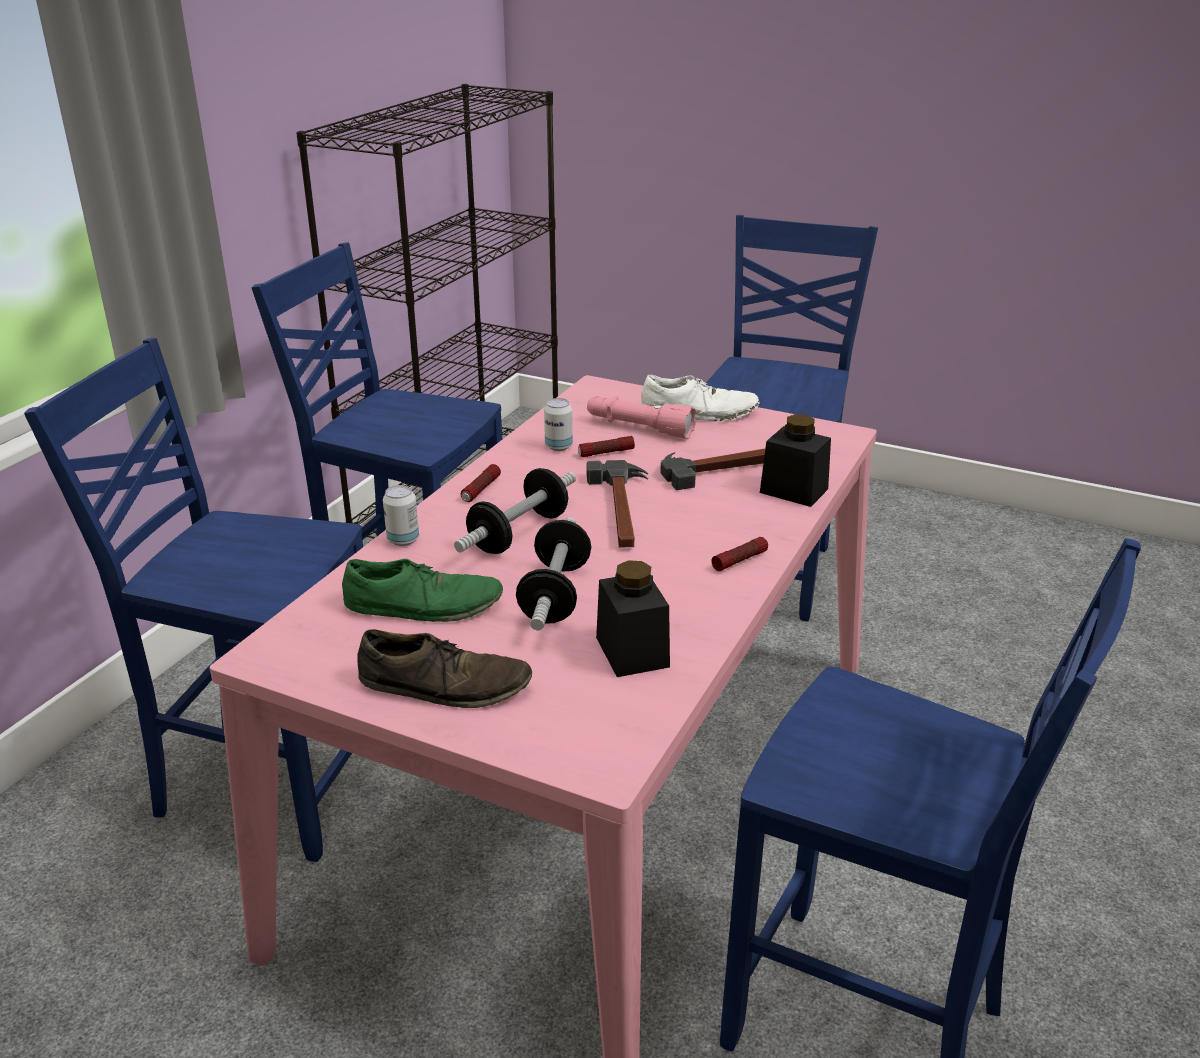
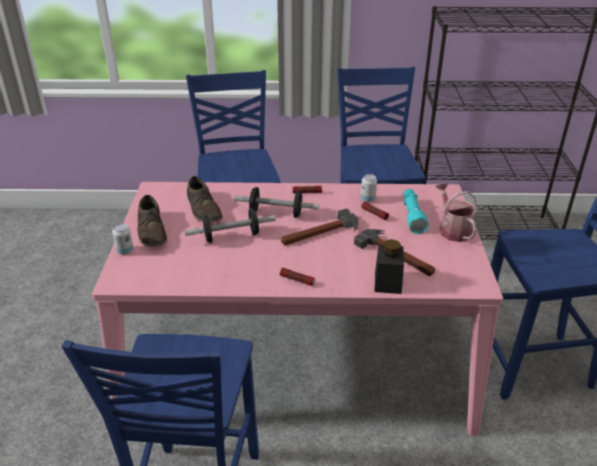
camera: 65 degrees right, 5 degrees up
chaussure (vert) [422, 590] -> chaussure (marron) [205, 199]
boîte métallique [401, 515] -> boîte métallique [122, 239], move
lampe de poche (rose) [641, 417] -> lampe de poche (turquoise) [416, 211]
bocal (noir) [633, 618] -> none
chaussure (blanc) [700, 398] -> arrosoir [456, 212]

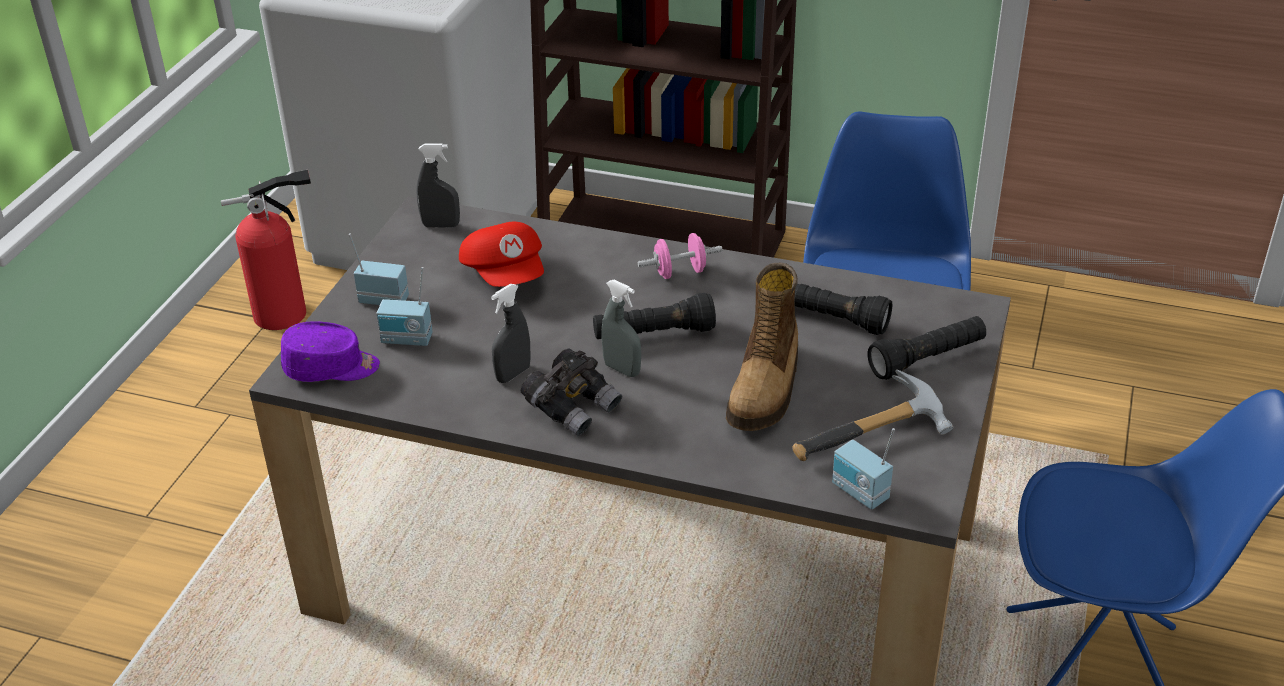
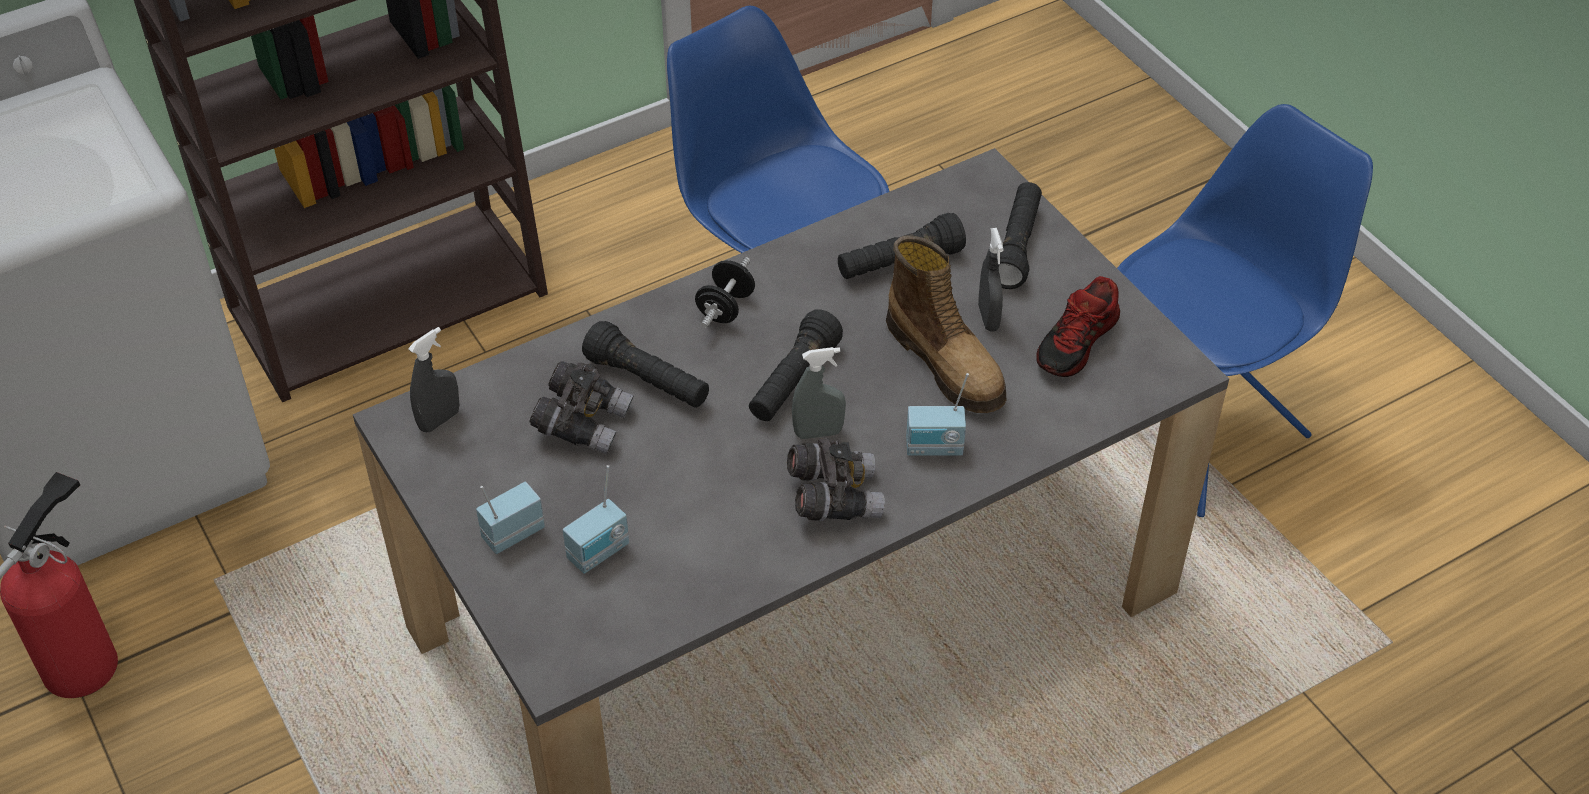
camera: 50 degrees left, 10 degrees up
casquette (violet) [330, 351] -> none
casquette (rouge) [501, 254] -> jumelles (gris) [581, 407]
vaporisateur (gris) [511, 333] -> vaporisateur (gris) [991, 279], move
haltère (rose) [680, 256] -> haltère (noir) [725, 292]
marteau [872, 415] -> chaussure [1078, 326]
radio [863, 469] -> radio [937, 414], move
none -> lampe de poche (noir) [645, 364]

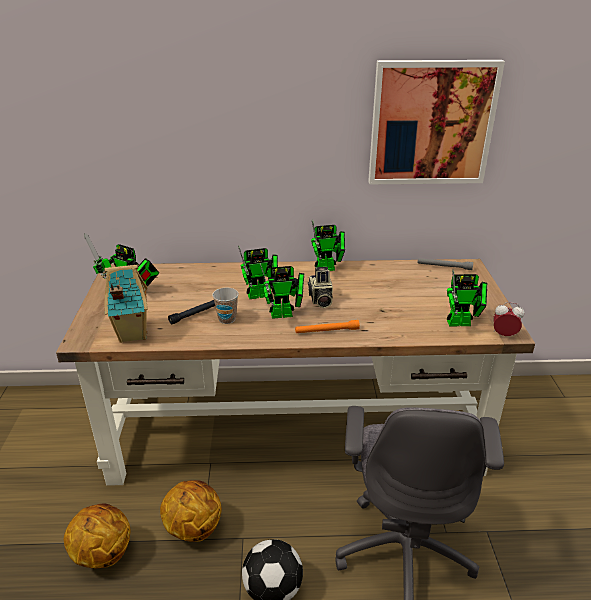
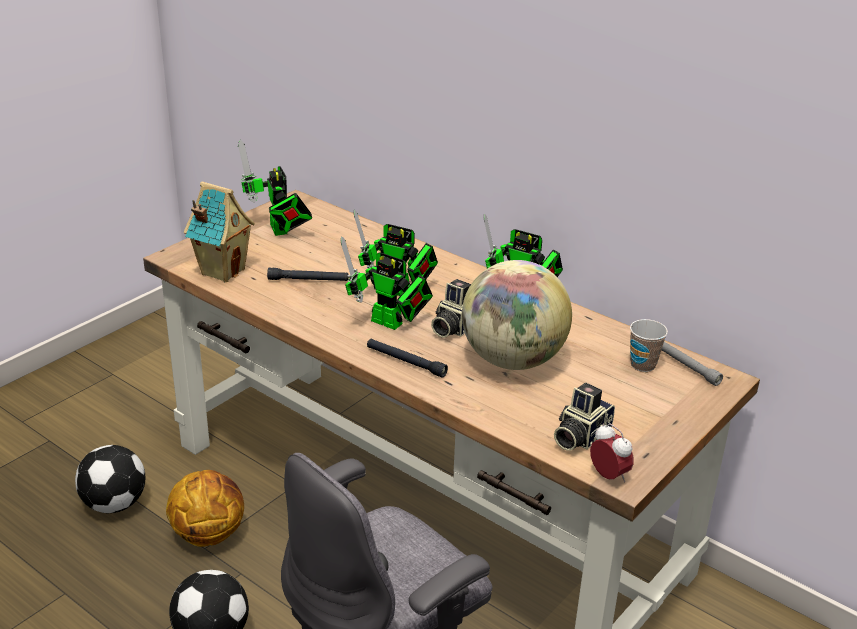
camera: 40 degrees right, 0 degrees up
ballon de basket [97, 536] -> ballon de foot [110, 479]
tasse [225, 305] -> tasse [649, 345], move
lampe de poche (orange) [327, 326] -> lampe de poche (noir) [407, 358]
tableau [436, 122] -> none
robot jouet [467, 297] -> appareil photo [584, 417]
none -> globe [517, 315]

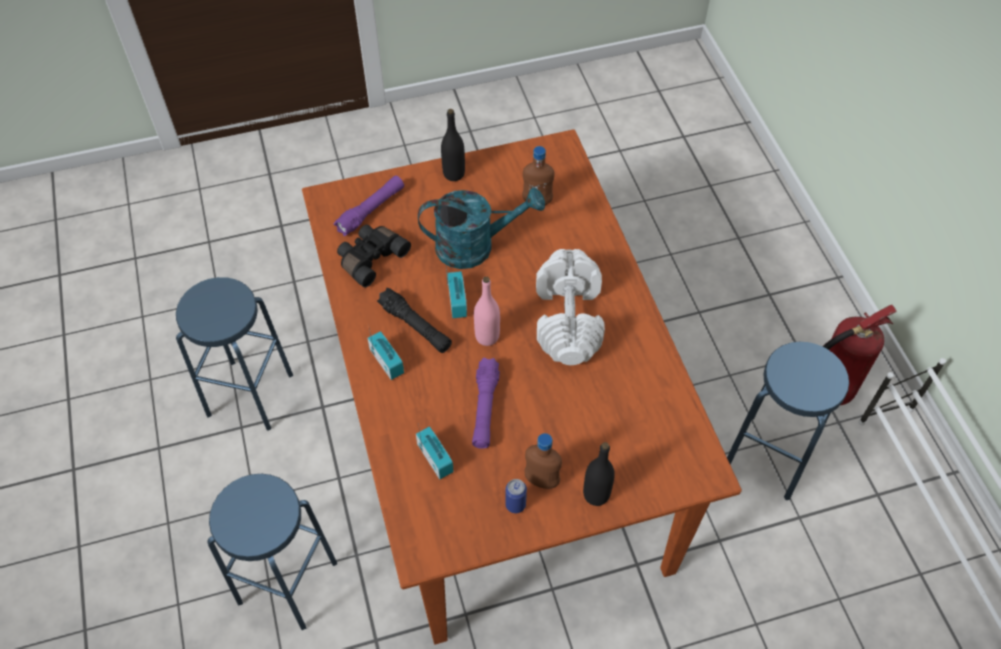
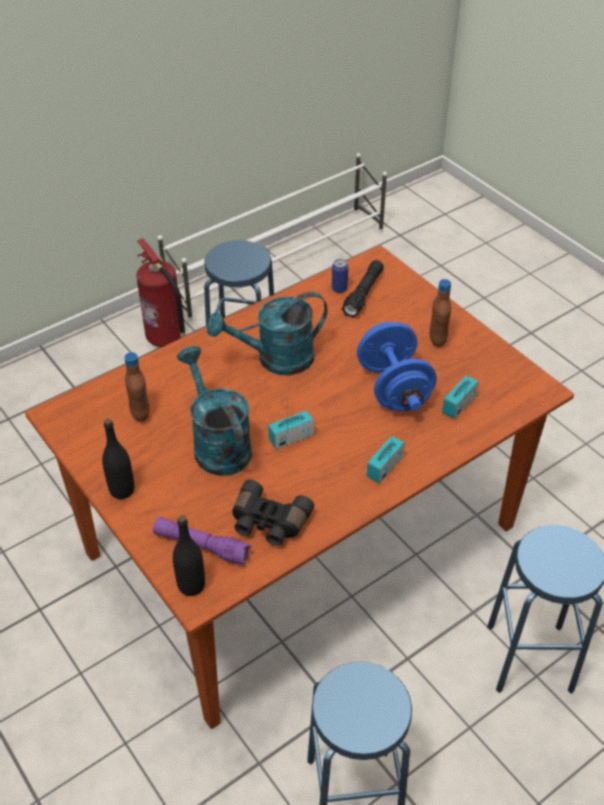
camera: 110 degrees left, 10 degrees down
lampe de poche (noir) [414, 320] -> lampe de poche (noir) [362, 289], move
lampe de poche (violet) [486, 403] -> haltère (bleu) [397, 366]
bouteille (rose) [487, 311] -> none
boîte métallique [516, 496] -> boîte métallique [340, 276], move
haltère (blanc) [570, 307] -> arrosoir (turquoise) [267, 333]
bouteille (noir) [599, 474] -> bouteille (noir) [189, 555], move

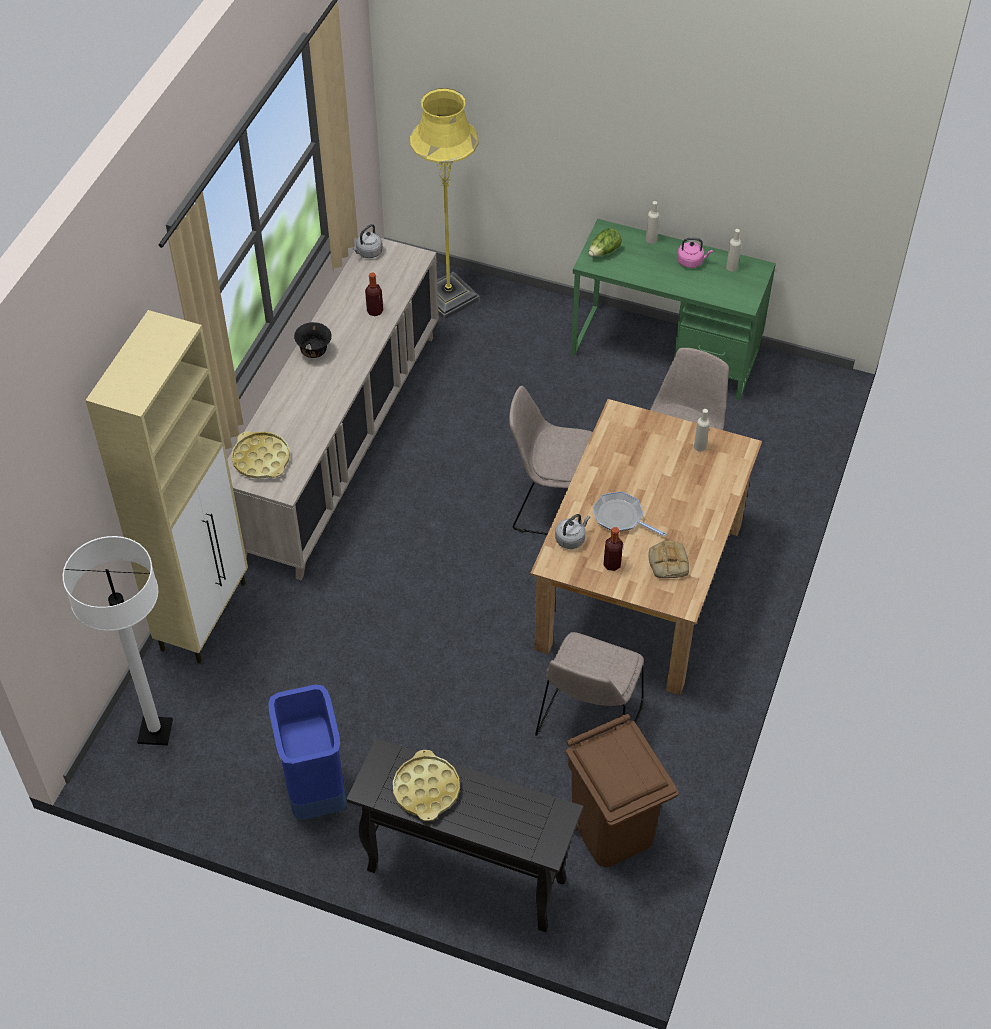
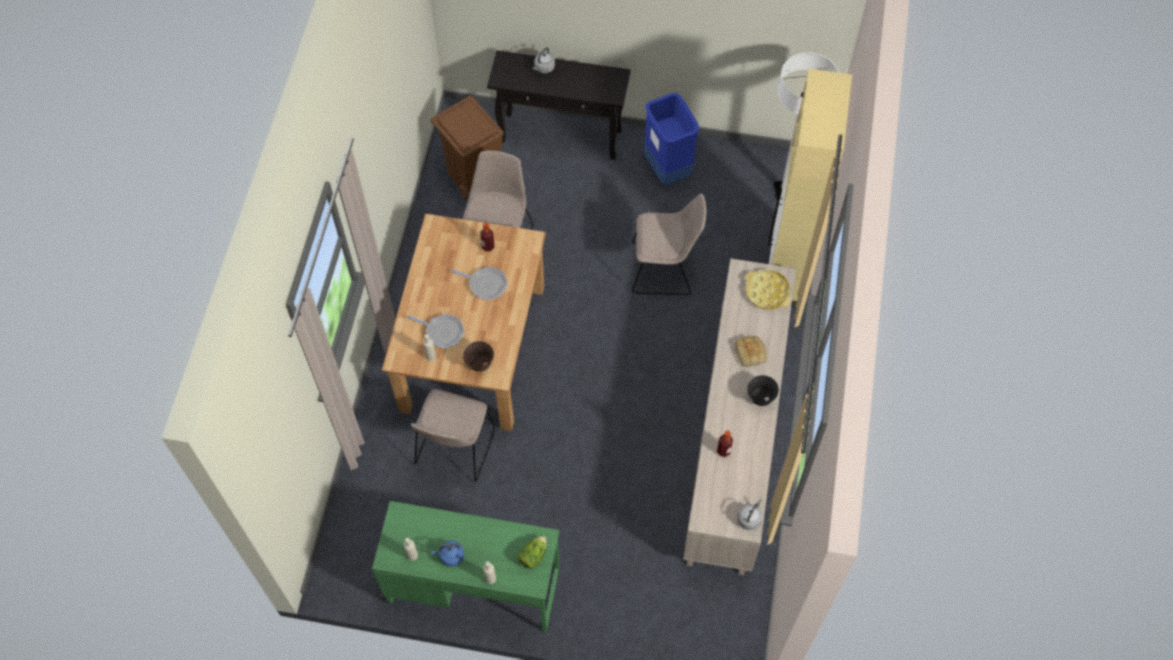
camera: 170 degrees right, 10 degrees up
plateau (jaune) [426, 785] -> none
lampadaire (jaune) [445, 204] -> none
chaise (beige) [551, 460] -> chaise (beige) [669, 244], move
bouilloire (gris) [572, 531] -> bouilloire (gris) [544, 60], move
pain [668, 559] -> pain [750, 351], move
bouilloire (rose) [695, 253] -> bouilloire (bleu) [447, 554]
none -> poêle [436, 331]
none -> bol (marron) [478, 356]

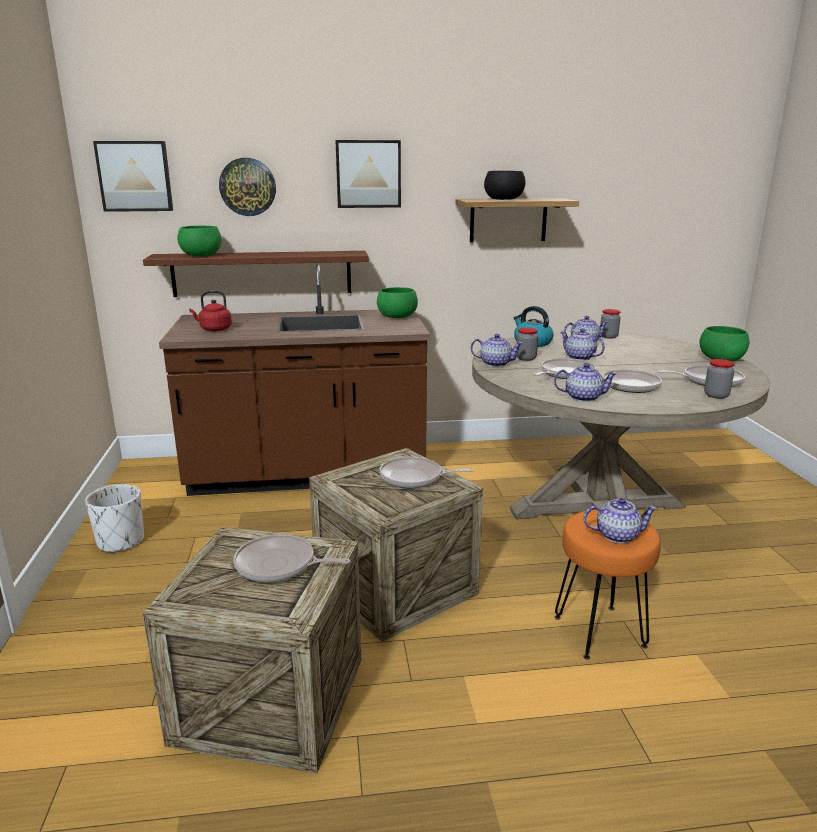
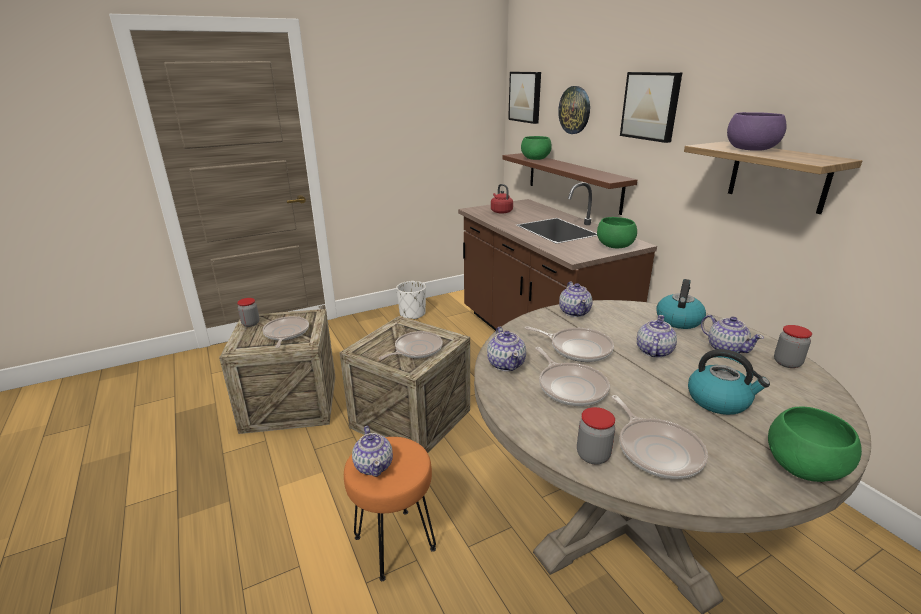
camera: 70 degrees right, 5 degrees up
poêle [427, 472] -> poêle [411, 345], 60 degrees clockwise
bol (noir) [504, 185] -> bol (violet) [756, 131]
bocal [527, 344] -> bocal [248, 312], move
none -> bouilloire [729, 382]

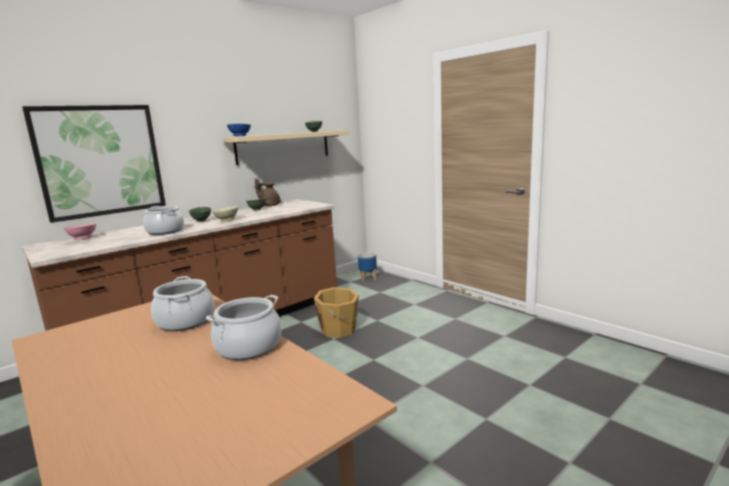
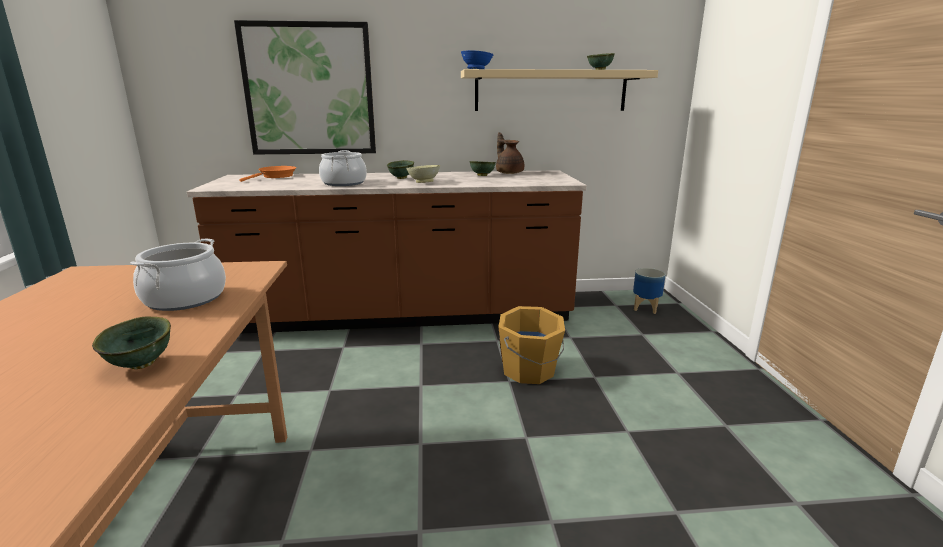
camera: 35 degrees right, 5 degrees up
bol (rose) [80, 232] -> poêle (orange) [267, 174]
marmite [244, 327] -> bol (vert) [131, 342]

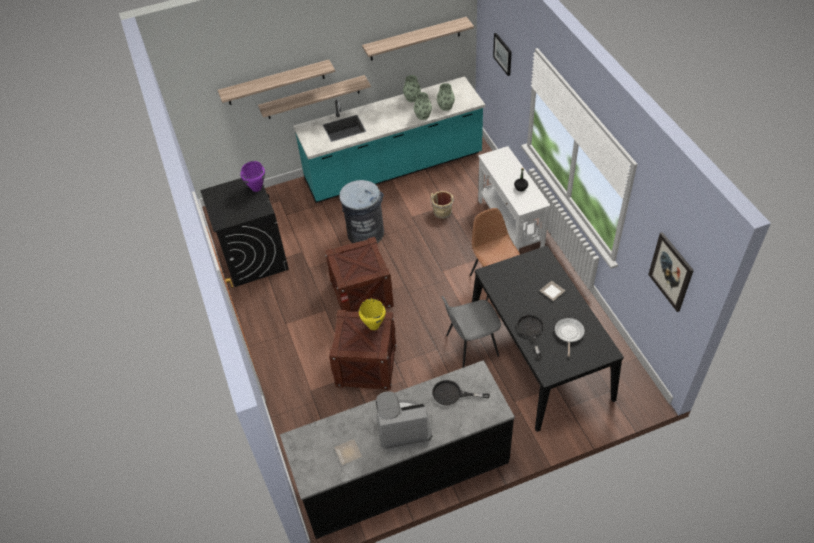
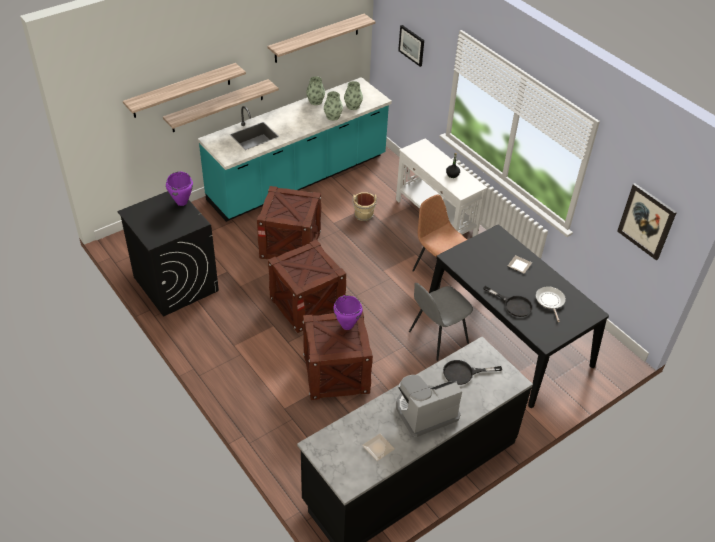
camera: 20 degrees left, 5 degrees down
poubelle (gris) [361, 211] -> caisse [289, 223]
marmite (jaune) [372, 314] -> marmite (violet) [348, 312]
poêle (noir) [530, 337] -> poêle (noir) [508, 301], 150 degrees clockwise

